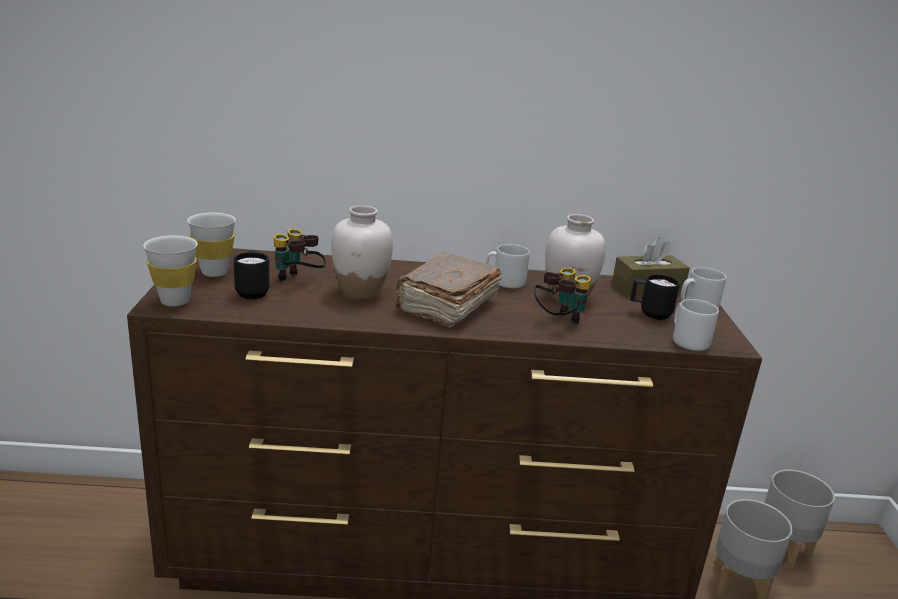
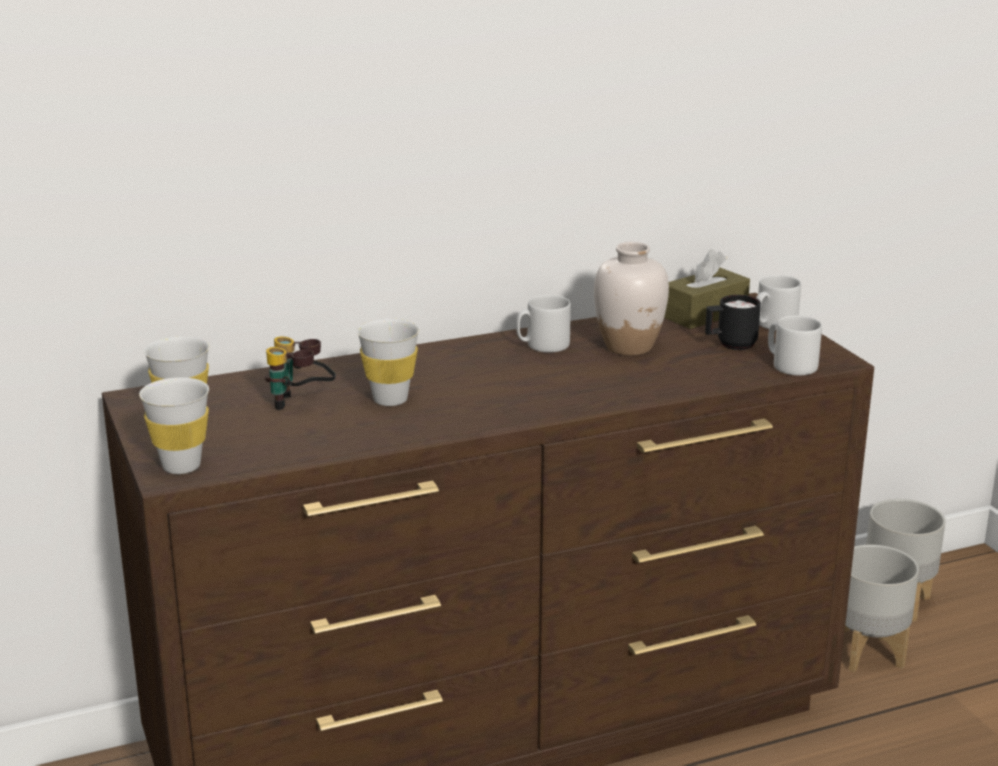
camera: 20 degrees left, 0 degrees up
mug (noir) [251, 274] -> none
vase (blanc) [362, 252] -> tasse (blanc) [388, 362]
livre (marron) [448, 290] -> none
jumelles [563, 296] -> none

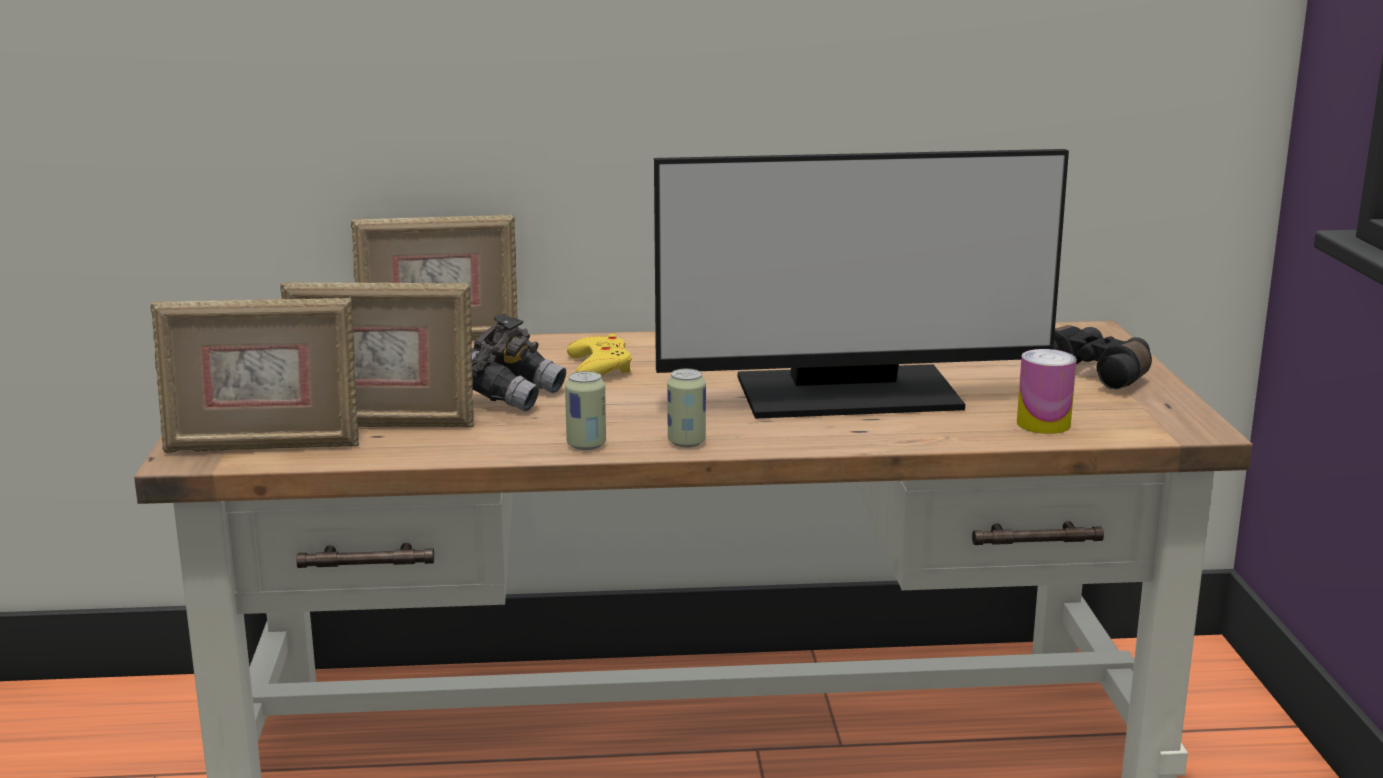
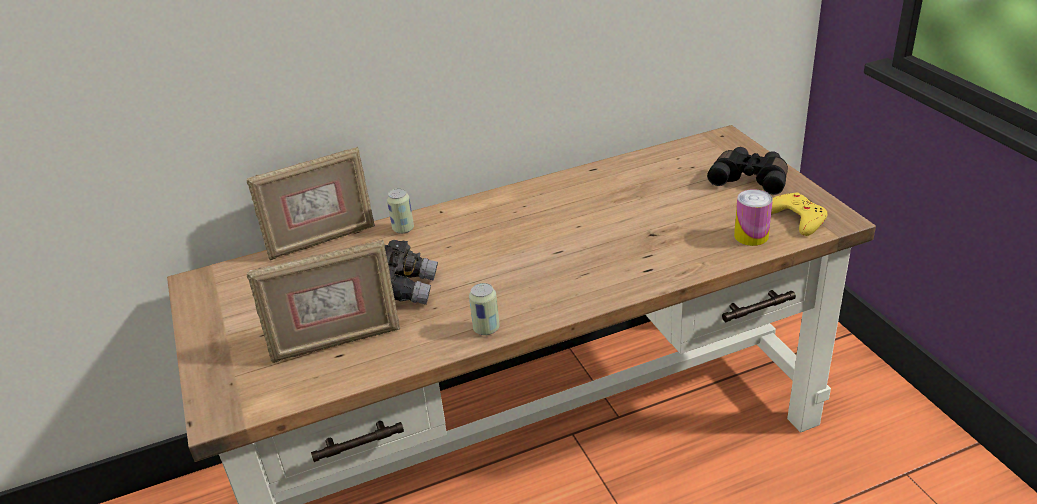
camera: 15 degrees left, 15 degrees up
cadre photo [255, 375] -> none
manette (jaune) [599, 355] -> manette (jaune) [799, 214], move
écran d'ordinateur [861, 284] -> none
boîte métallique [686, 408] -> boîte métallique [400, 211], move

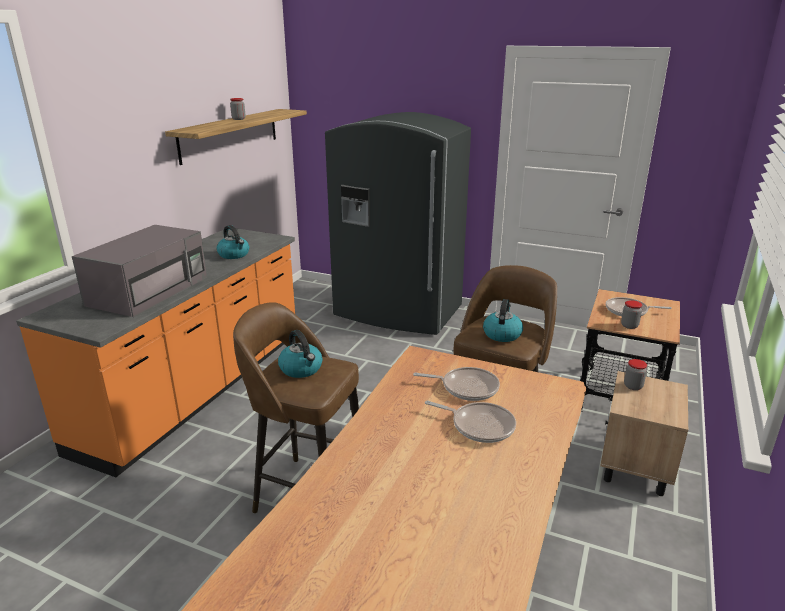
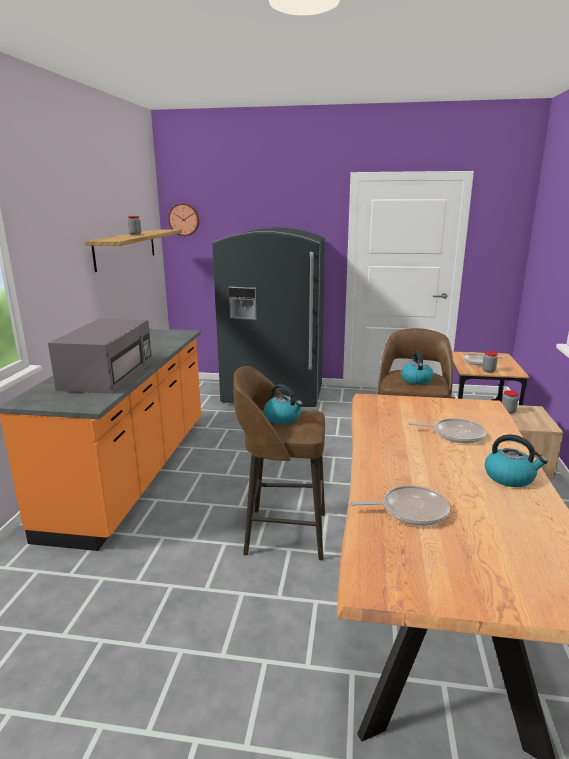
camera: 15 degrees left, 5 degrees down
bouilloire [233, 242] -> bouilloire [516, 461], move
poêle [456, 384] -> poêle [399, 505], move
none -> horloge murale [184, 219]

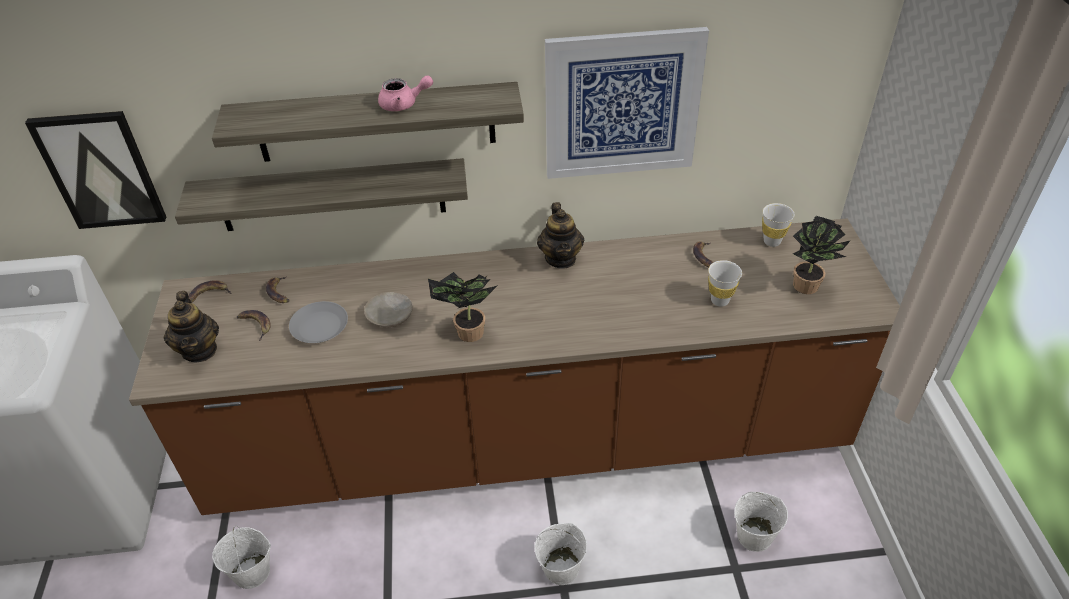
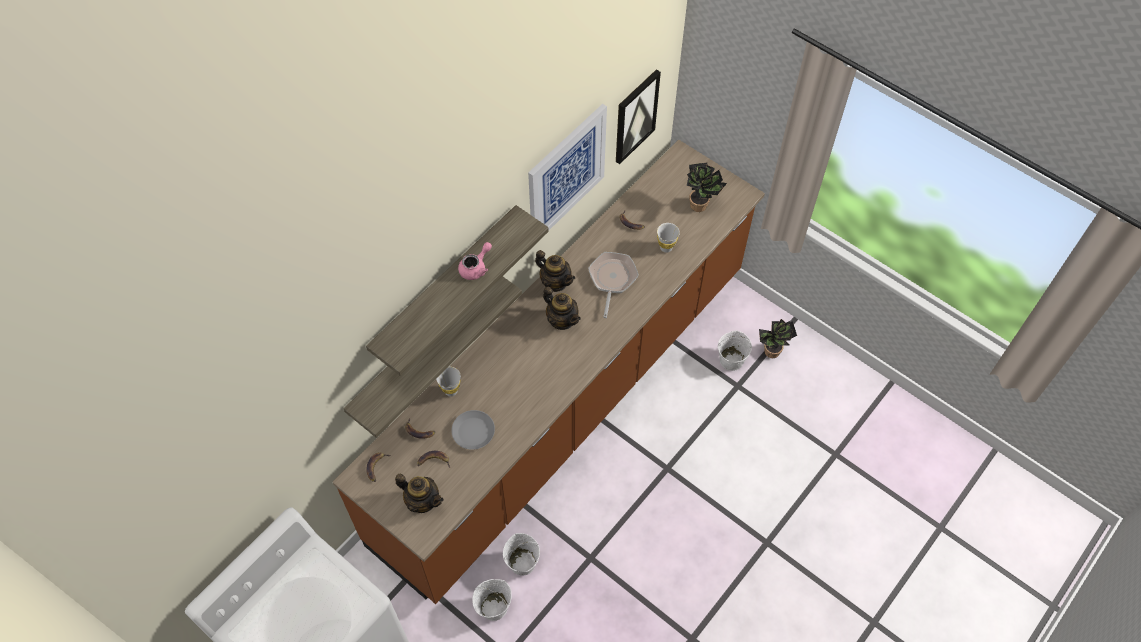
camera: 45 degrees left, 15 degrees up
tableau [95, 170] -> tableau [638, 116], move
assiette (beige) [388, 309] -> none
plante en pot [463, 307] -> plante en pot [778, 338], move
seau (blanc) [561, 554] -> seau (blanc) [521, 554], move
tasse (blanc) [778, 225] -> tasse (blanc) [448, 381], move
none -> théière [562, 308]
none -> poêle [613, 285]

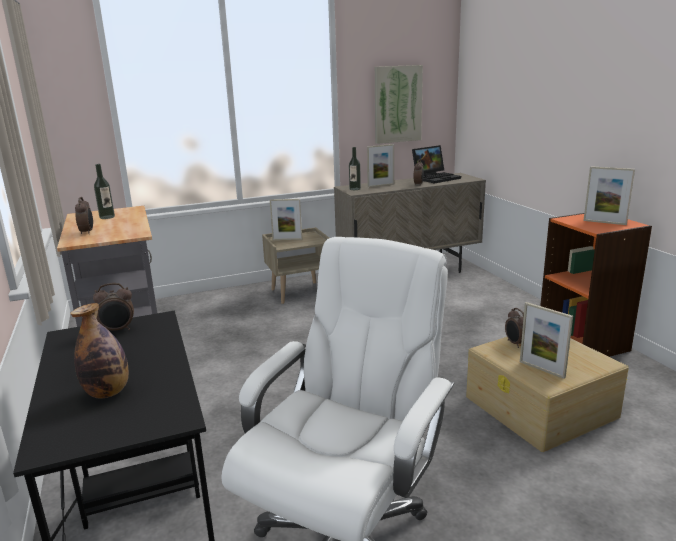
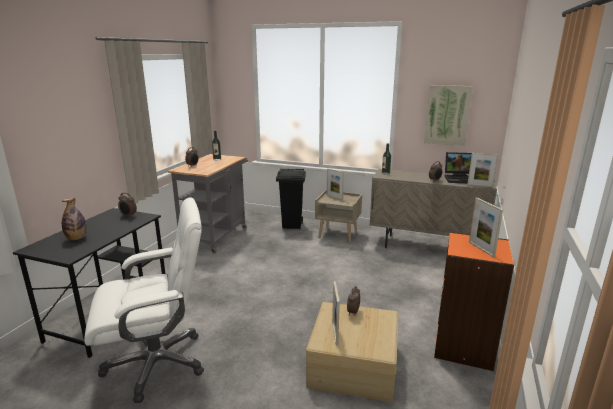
camera: 40 degrees right, 0 degrees up
cadre photo [380, 165] -> cadre photo [482, 170], move
none -> poubelle (noir) [291, 198]

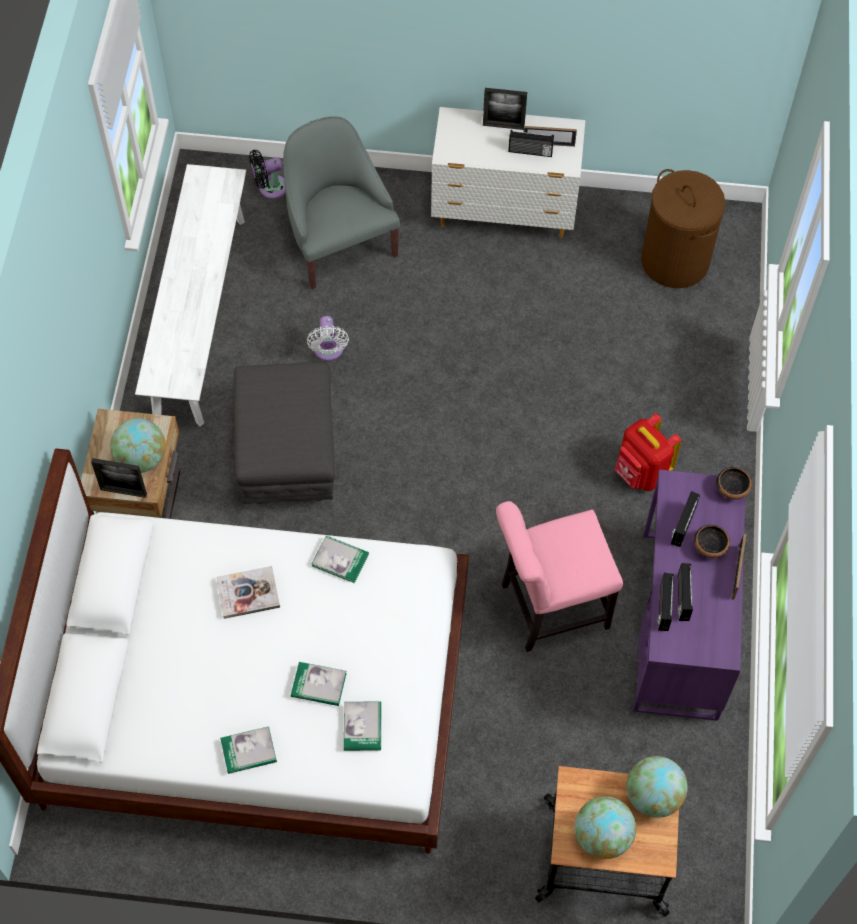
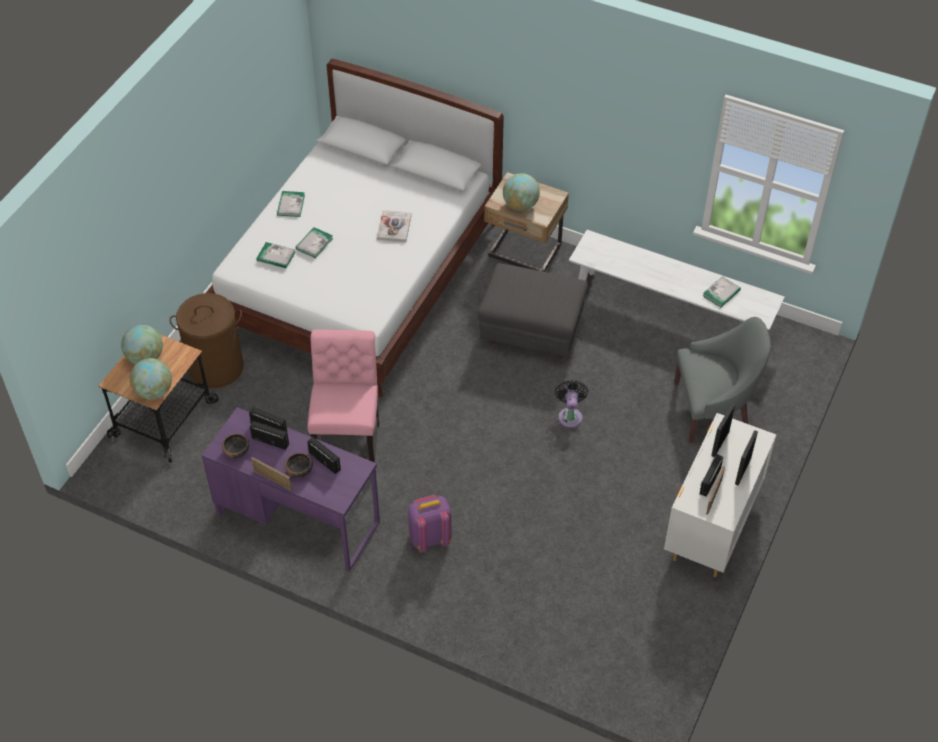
camera: 110 degrees right, 10 degrees down
cadre photo [119, 478] -> cadre photo [723, 430], move
ventilateur (noir) [267, 174] -> ventilateur (noir) [571, 404], move
ventilateur (blanc) [328, 338] -> none
livre [340, 559] -> livre [722, 292], move
sac à dos (rouge) [648, 452] -> sac à dos (violet) [430, 524]
panier à linge (marron) [683, 228] -> panier à linge (marron) [207, 340], move
bol [734, 483] -> bol [235, 446], move

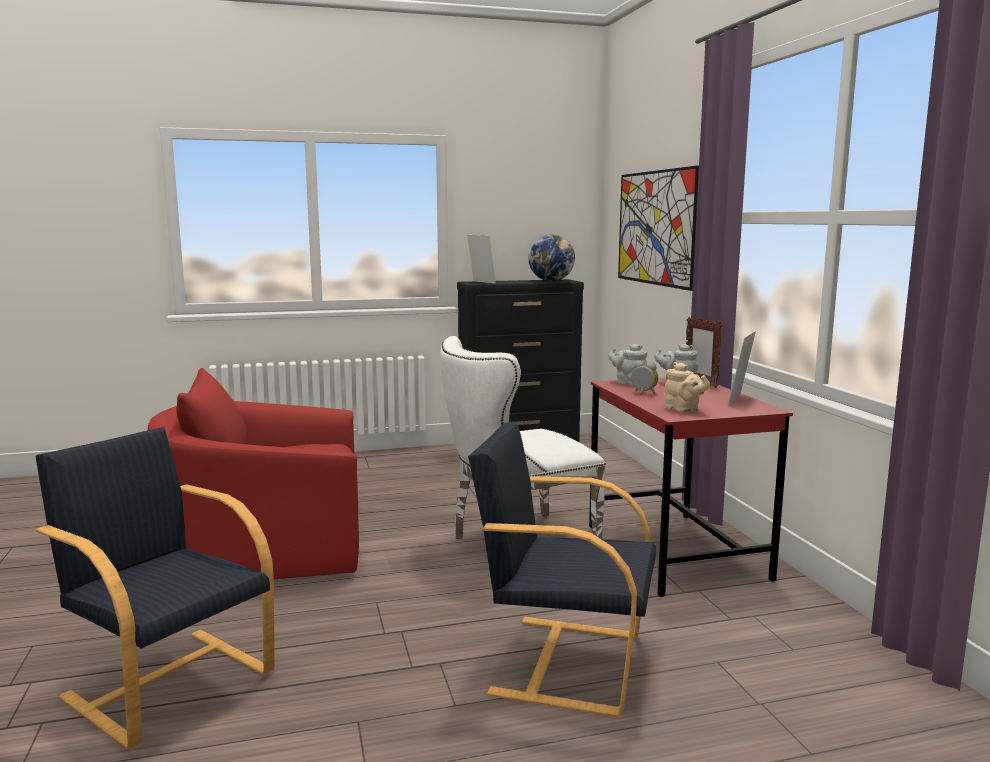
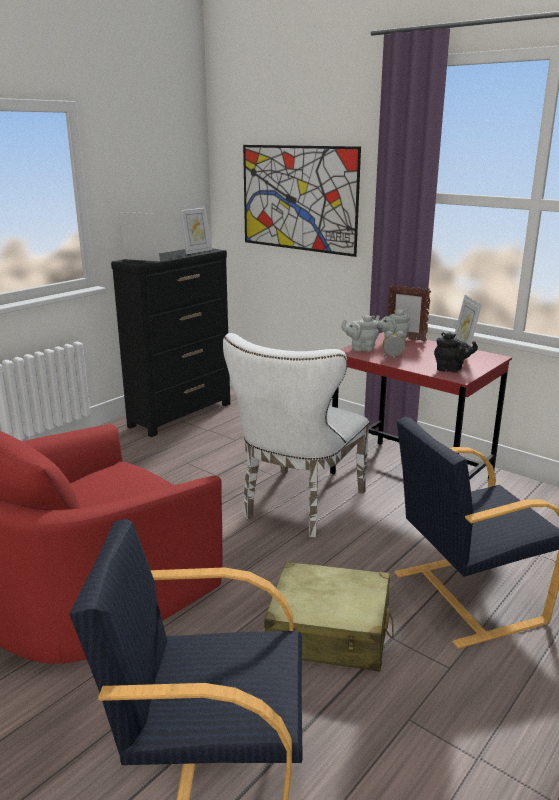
camera: 35 degrees left, 10 degrees up
globe [551, 258] -> cadre photo [195, 229]
théière (beige) [687, 387] -> théière (noir) [456, 352]
none -> valise (beige) [329, 617]

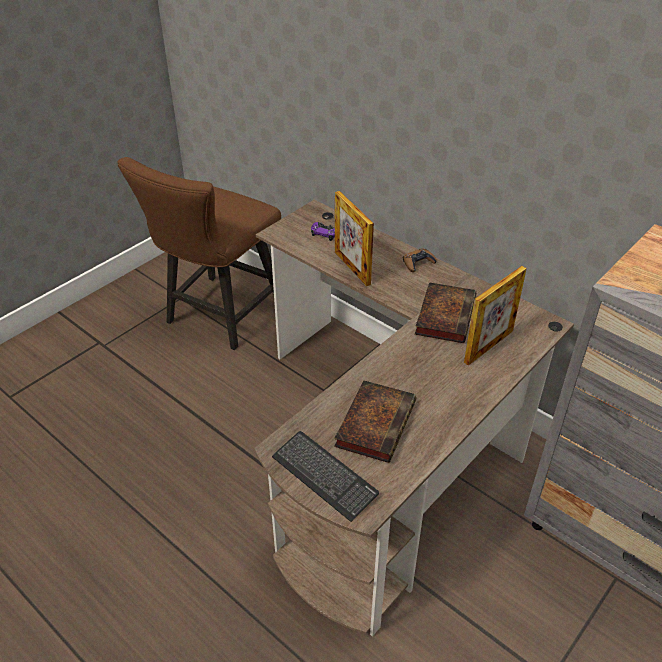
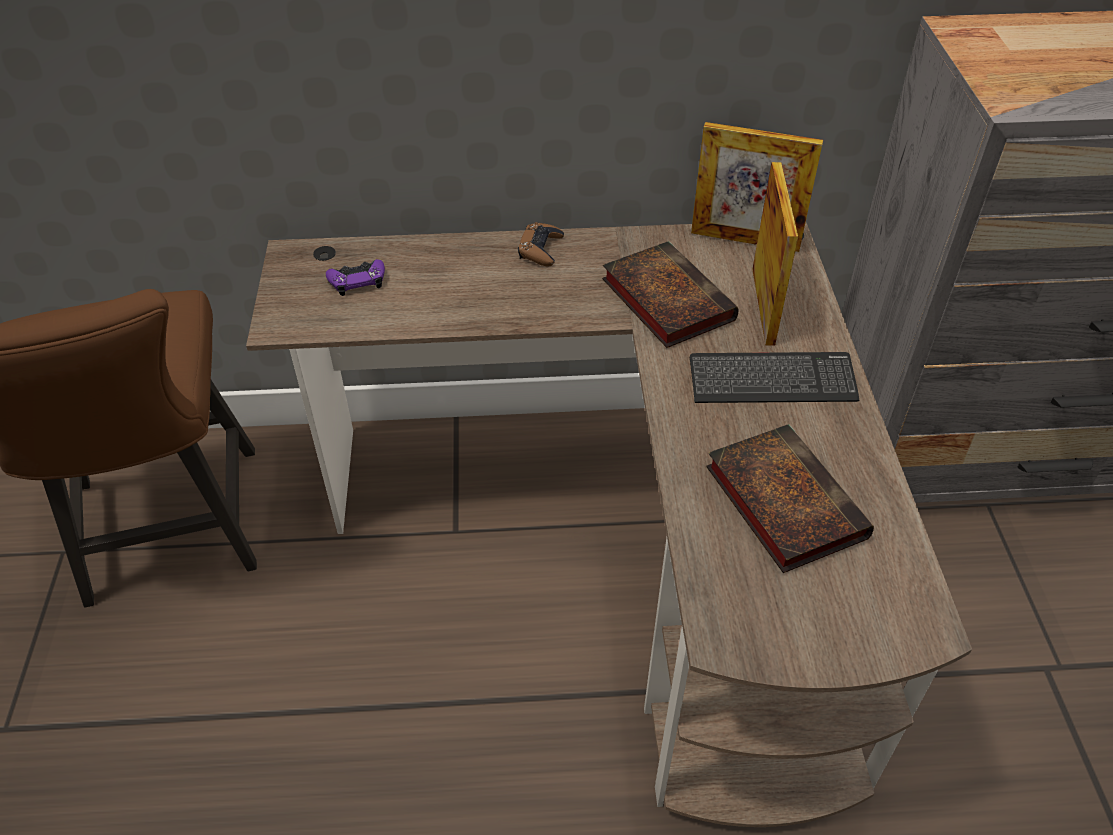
camera: 45 degrees left, 5 degrees up
clavier [325, 476] -> clavier [774, 377], move
cadre photo [354, 238] -> cadre photo [757, 187], move

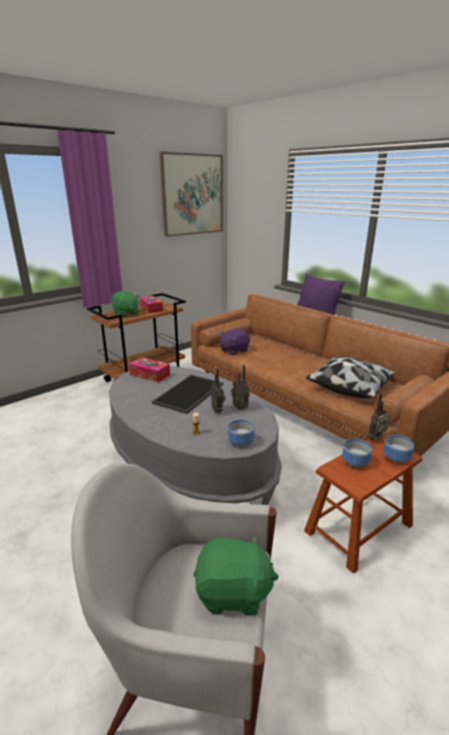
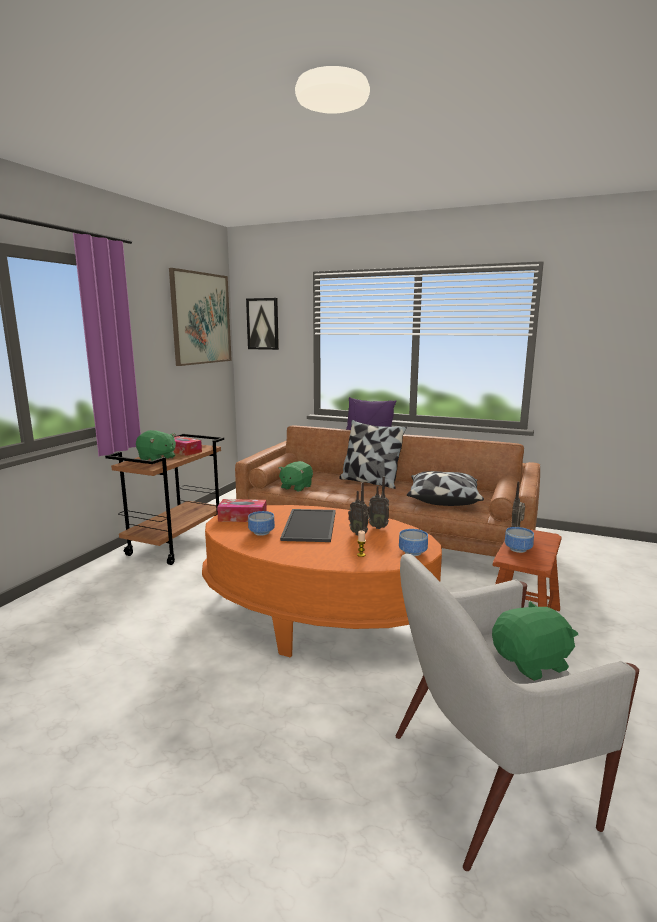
camera: 25 degrees left, 10 degrees down
table basse (gris) [195, 435] -> table basse (orange) [322, 581]
peluche (violet) [235, 341] -> peluche (vert) [295, 476]
bol [399, 449] -> bol [261, 523], move
none -> tableau [262, 324]
none -> coussin [373, 454]

